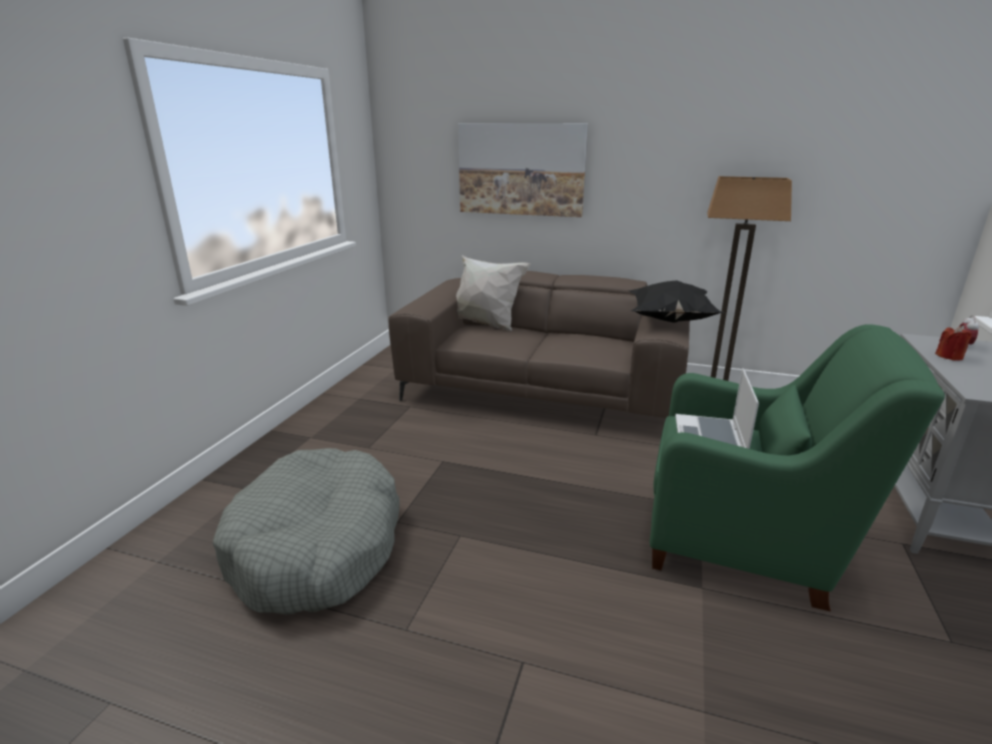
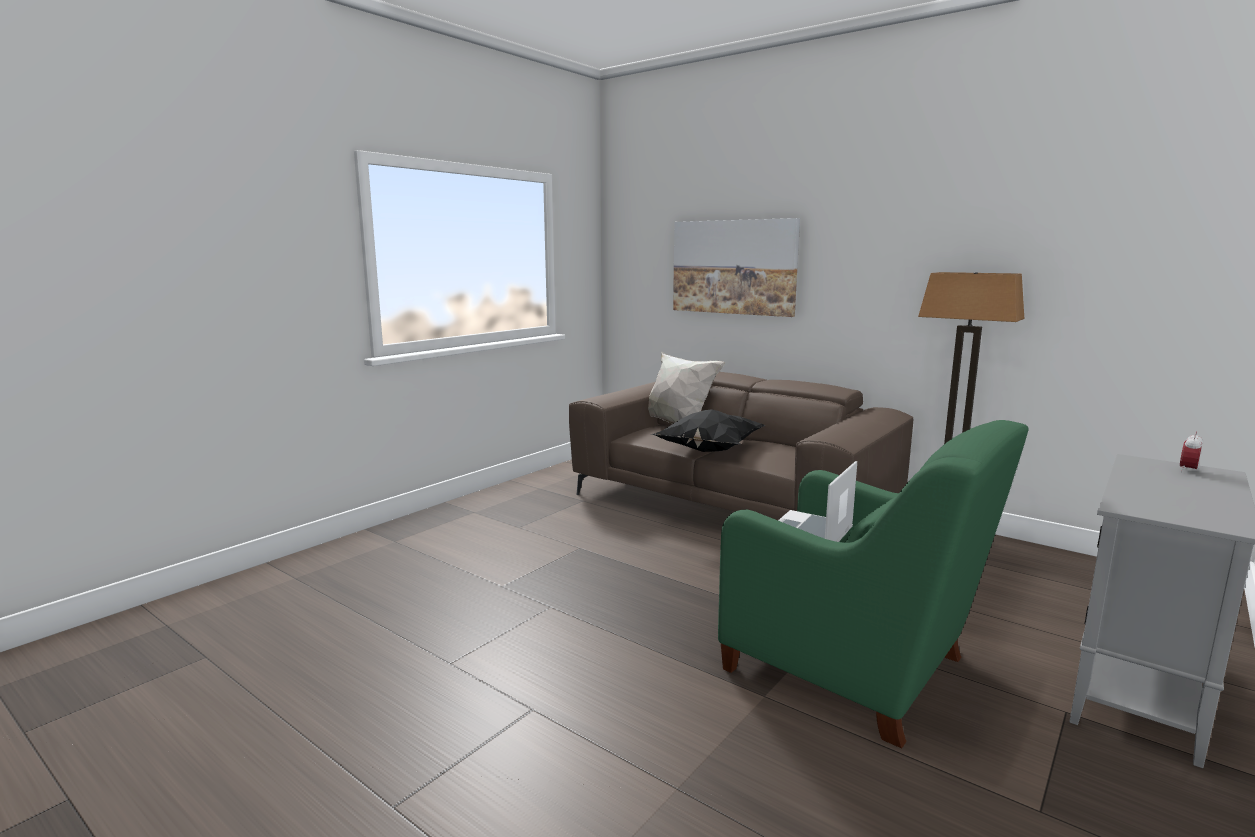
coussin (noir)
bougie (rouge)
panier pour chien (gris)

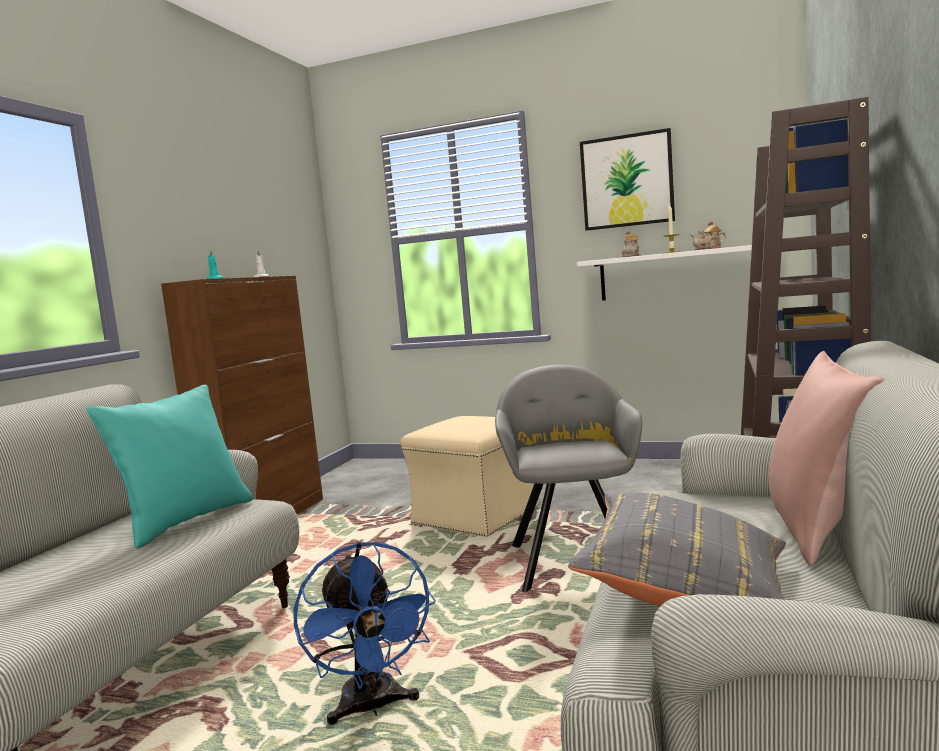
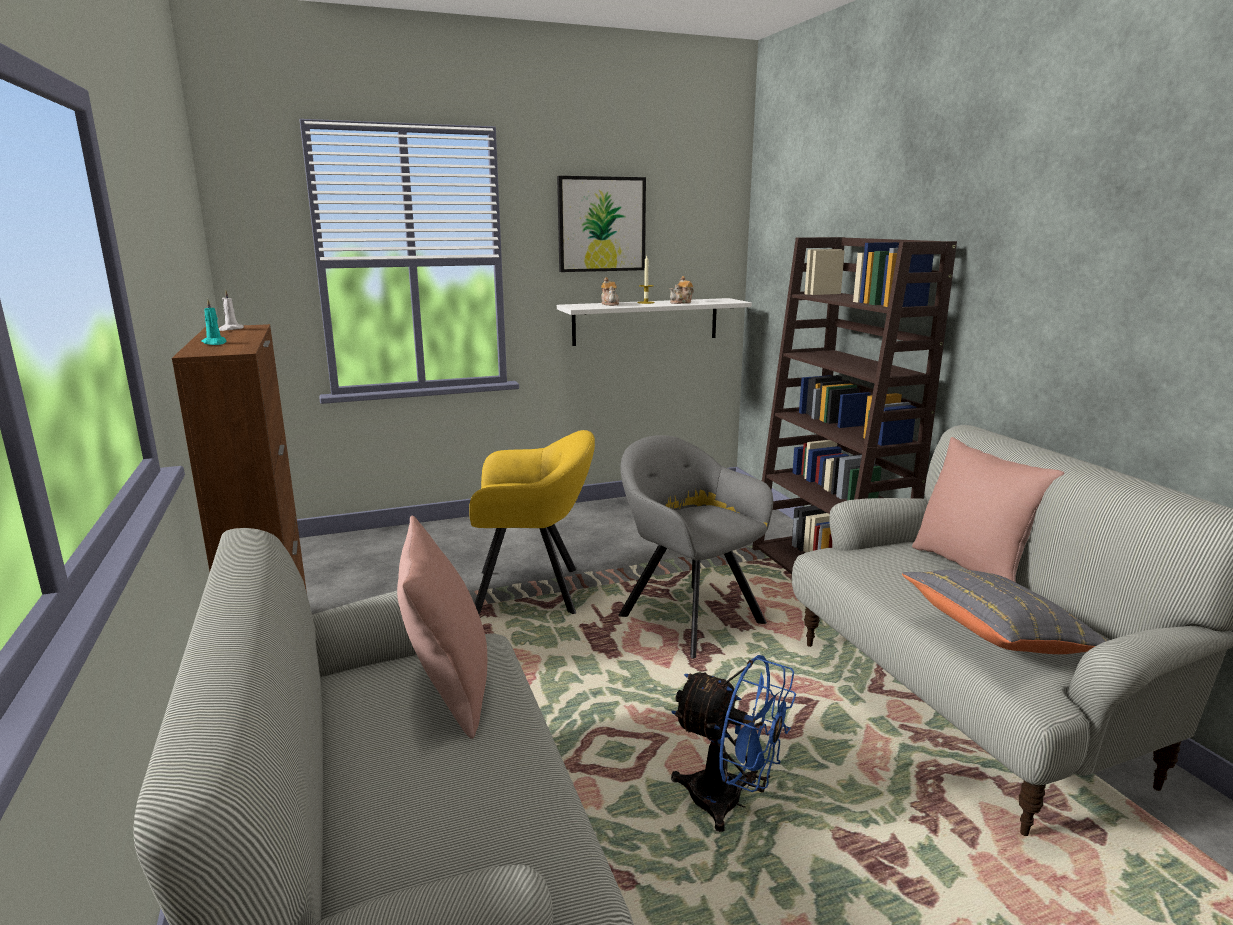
coussin (rose) (1st from left)
fauteuil (jaune)

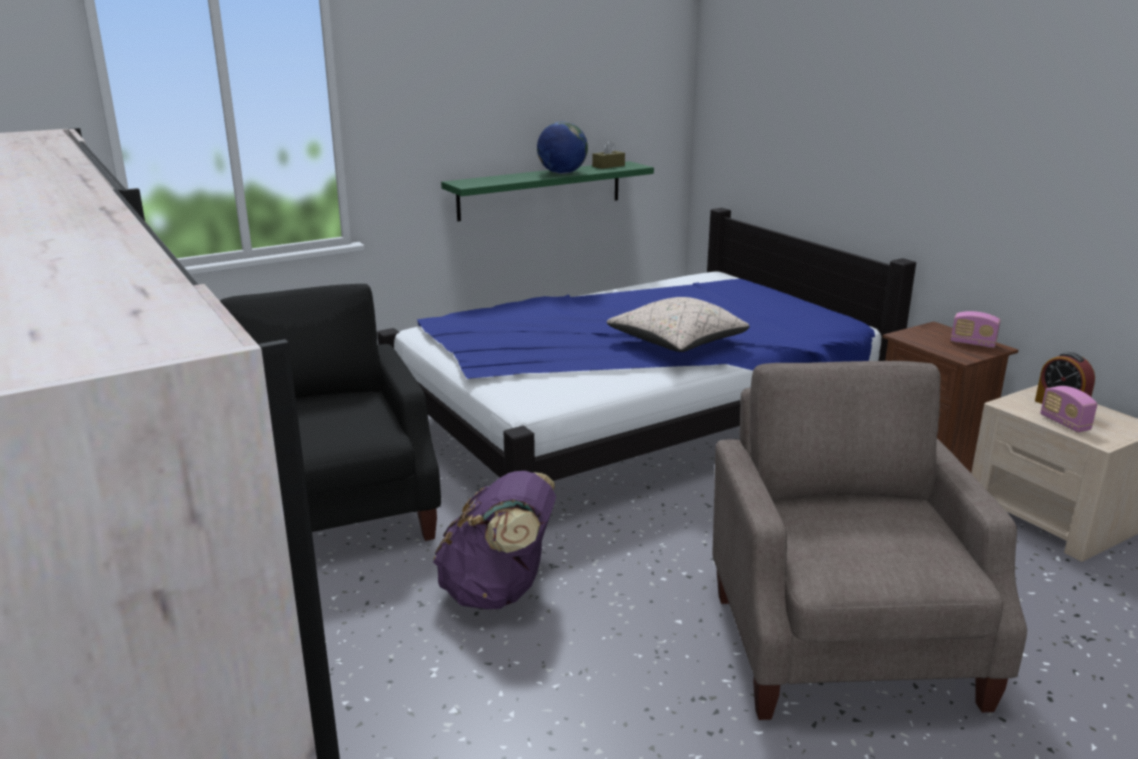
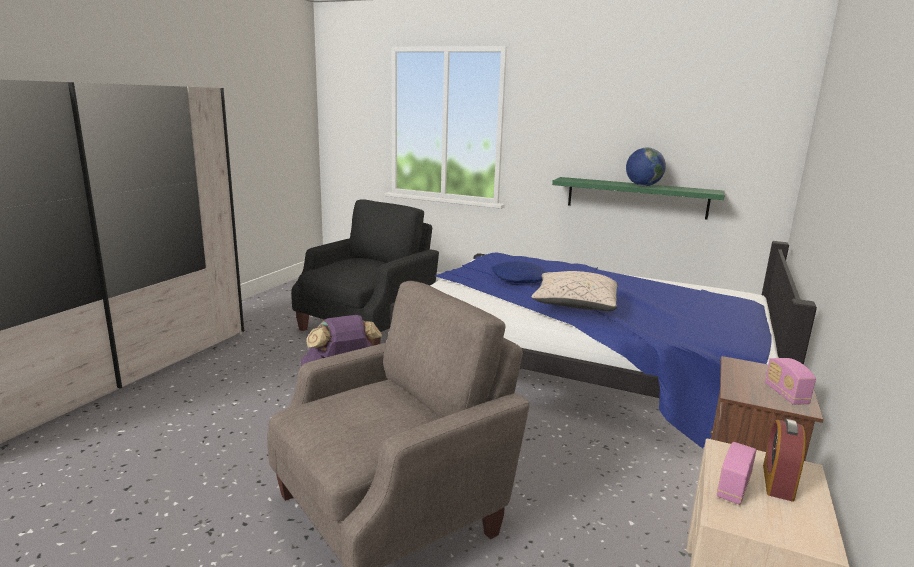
boîte à mouchoirs (marron)
coussin (bleu)

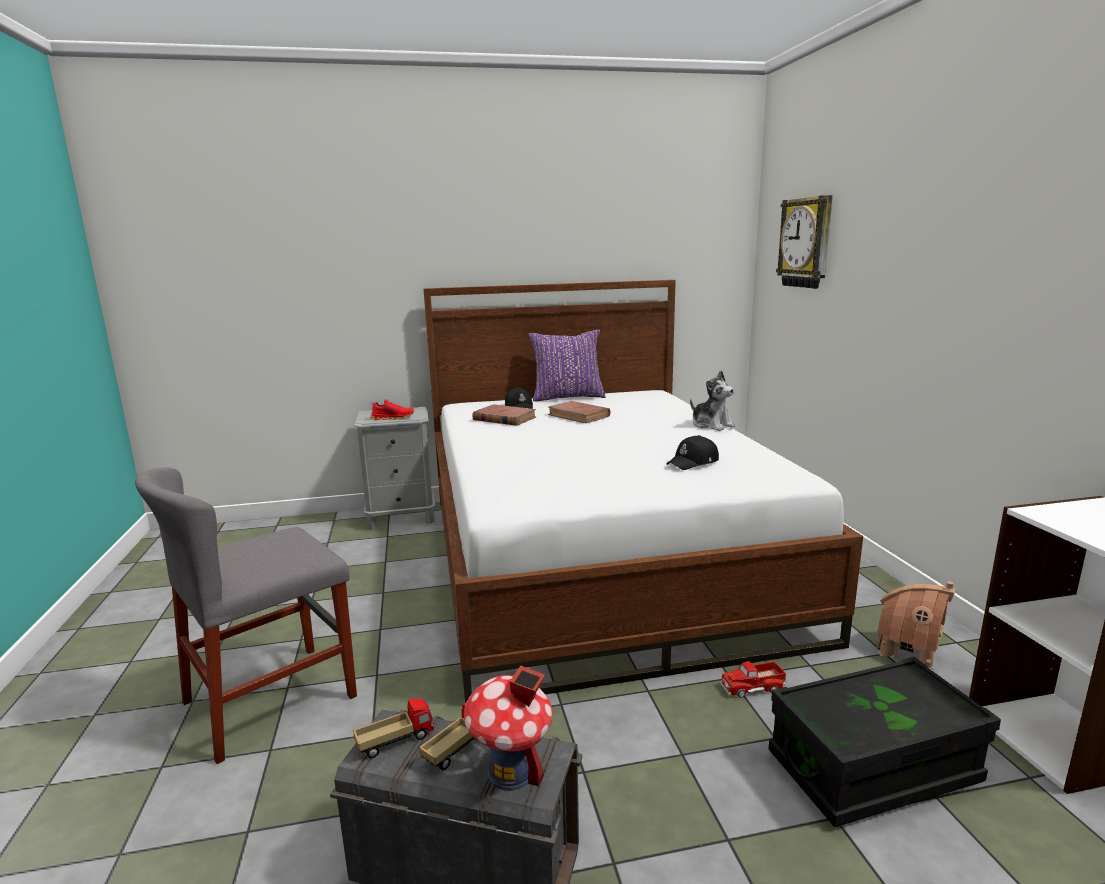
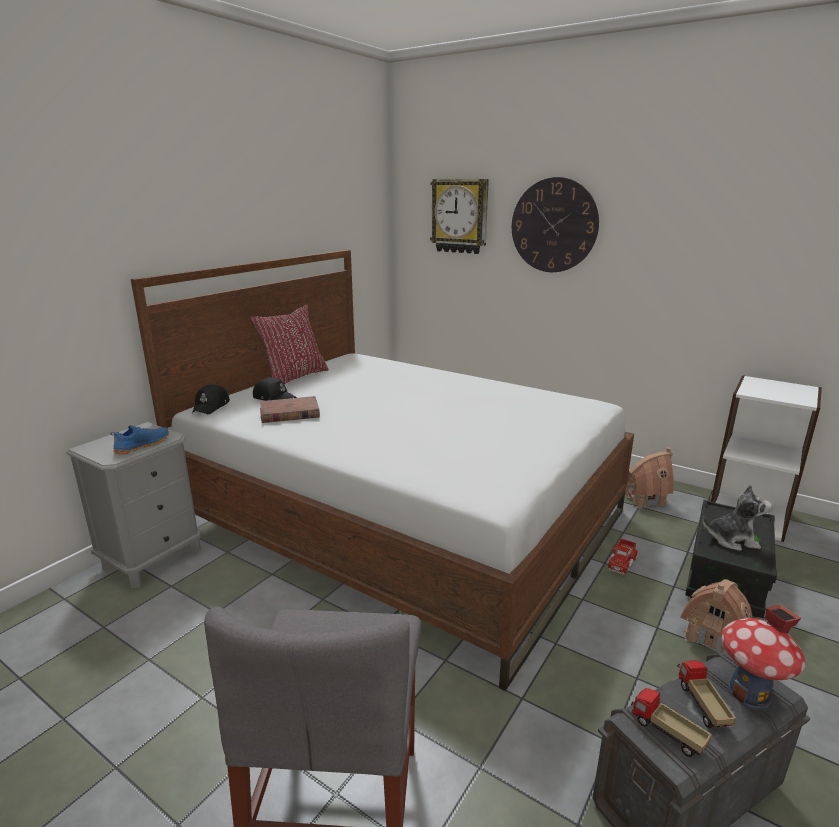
coussin (rouge)
peluche
chaussure (bleu)
livre (marron) (2nd from left in the first image)
casquette (noir) (1st from left)
camion jouet (2nd from left)
horloge murale (2nd from left)
maison miniature (2nd from left)

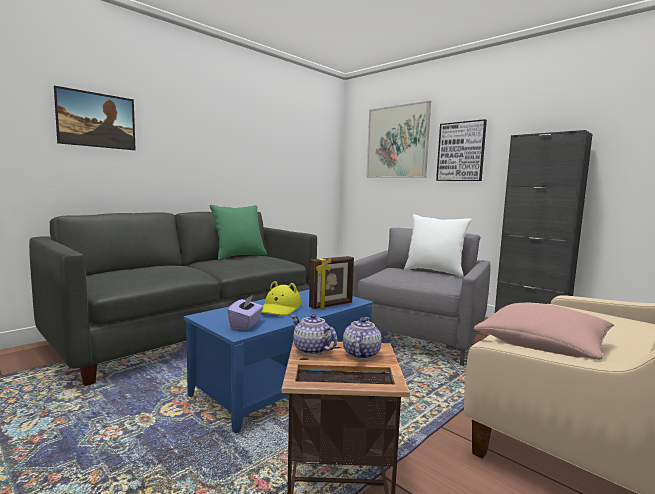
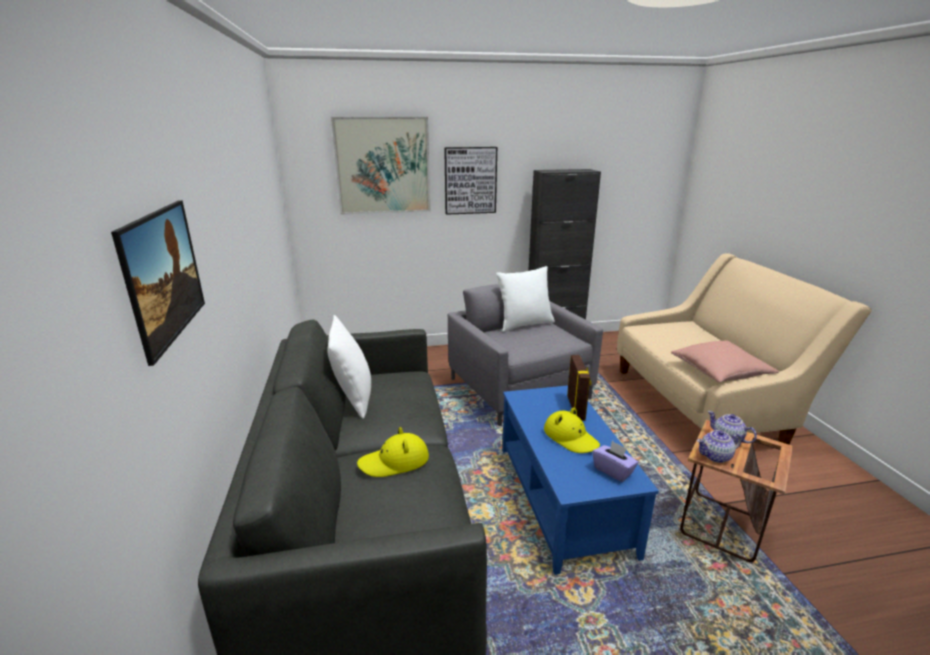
coussin (blanc) (1st from left)
chapeau (jaune) (1st from left)

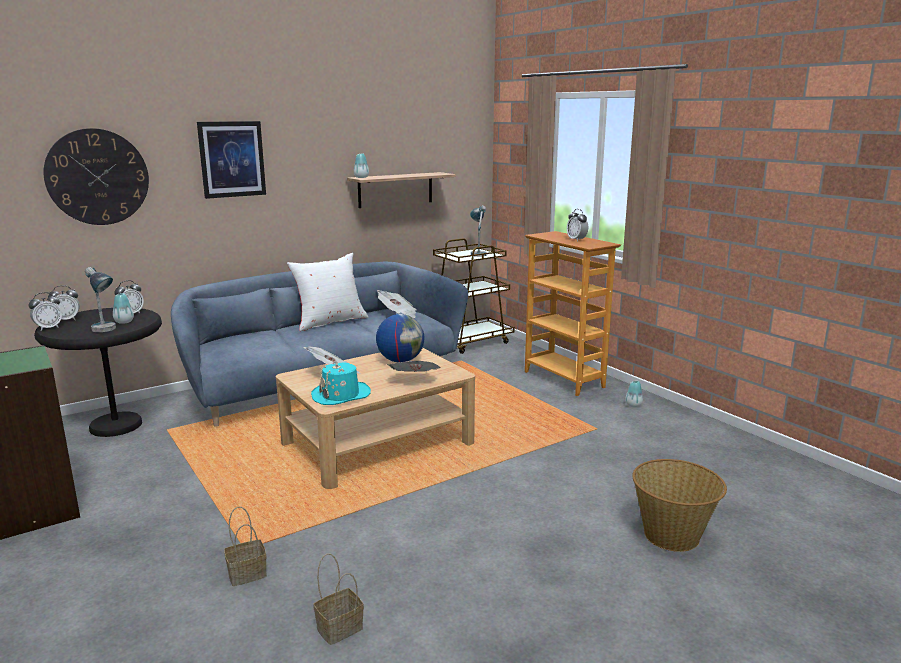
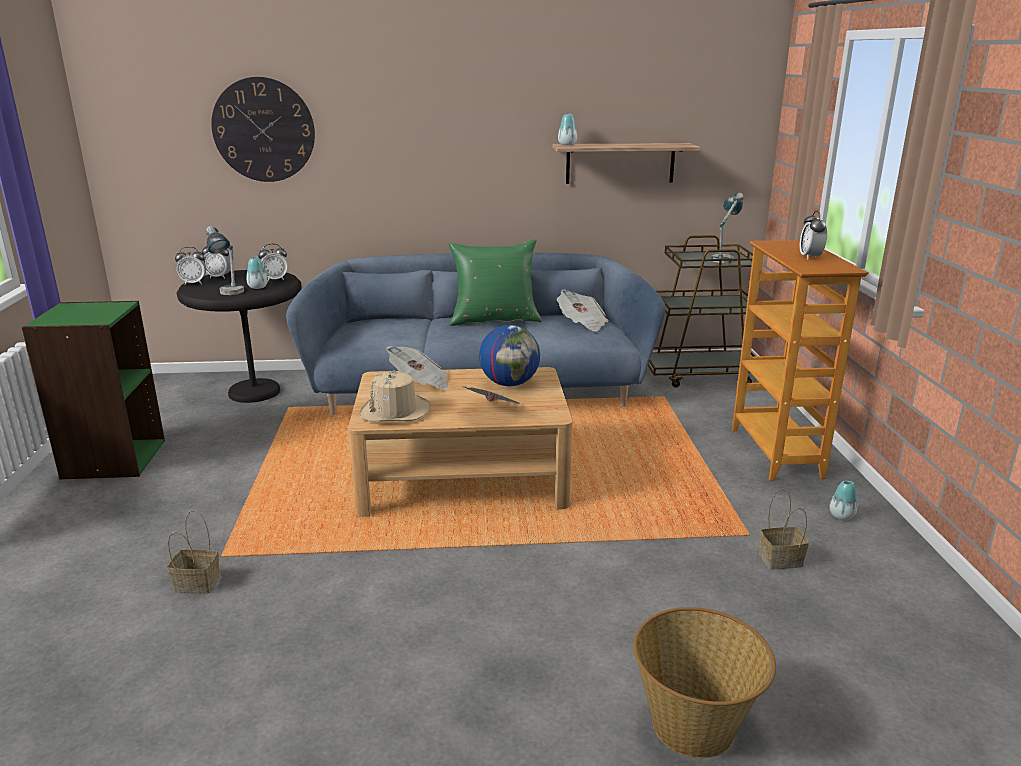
tableau
coussin (vert)
chapeau (beige)
panier (3rd from left)

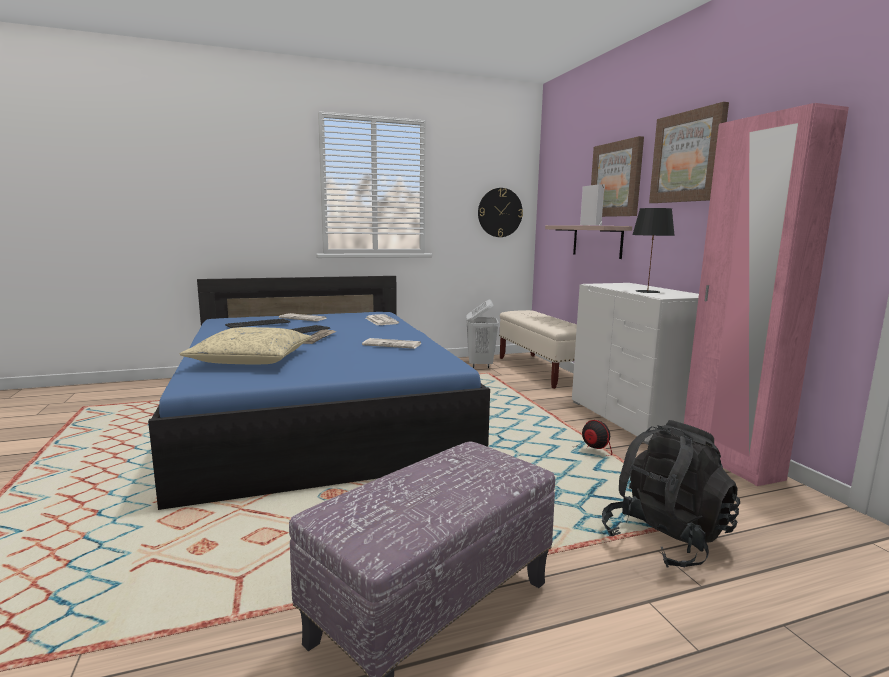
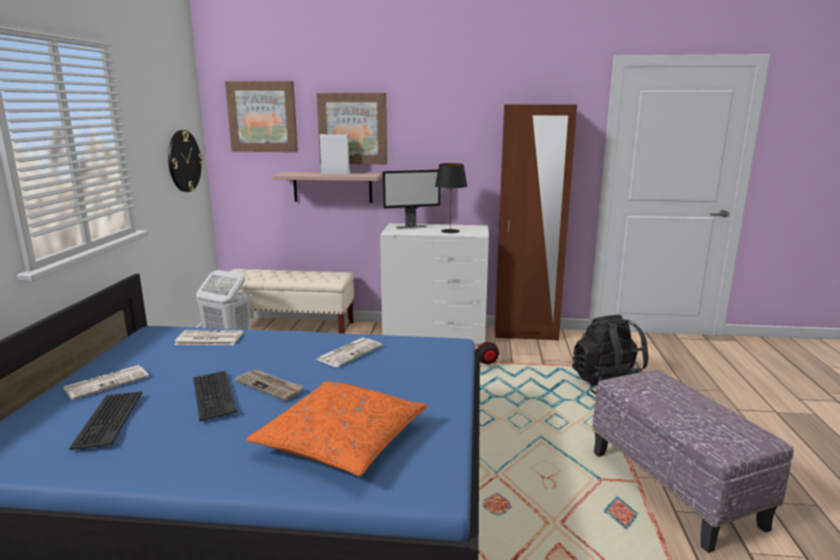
tableau (1st from left)
armoire (marron)
coussin (orange)
écran d'ordinateur

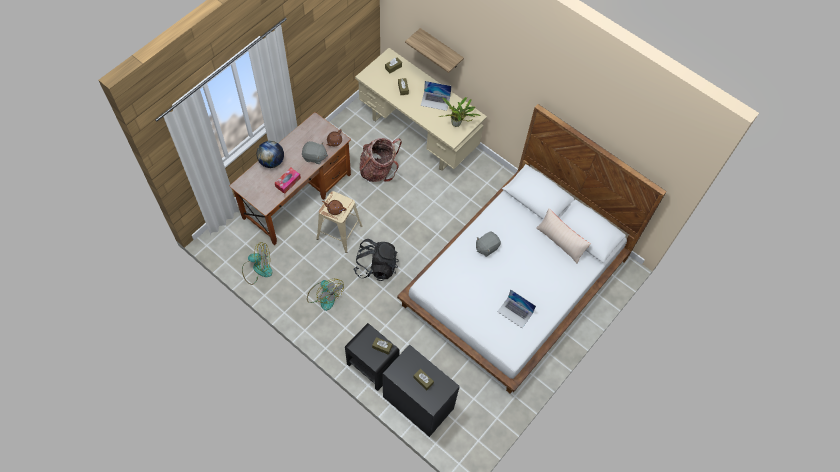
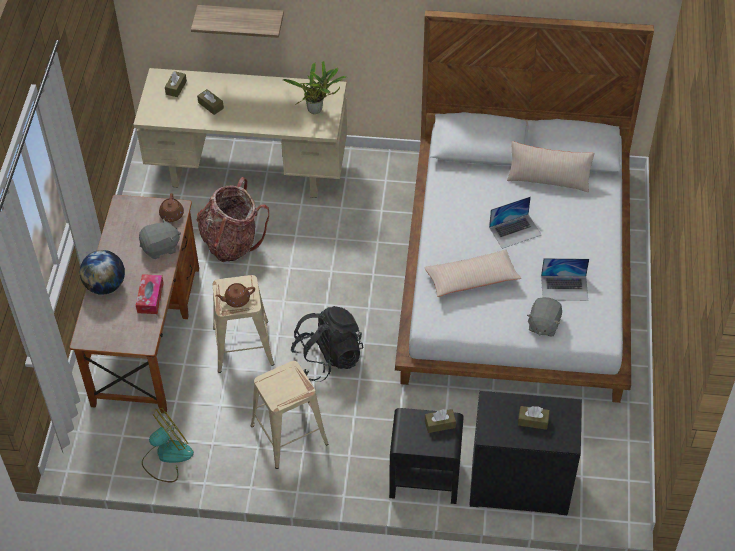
ordinateur portable (1st from left)
peluche (gris) (2nd from left)
tabouret (beige) (2nd from left)
coussin (beige) (1st from left)

